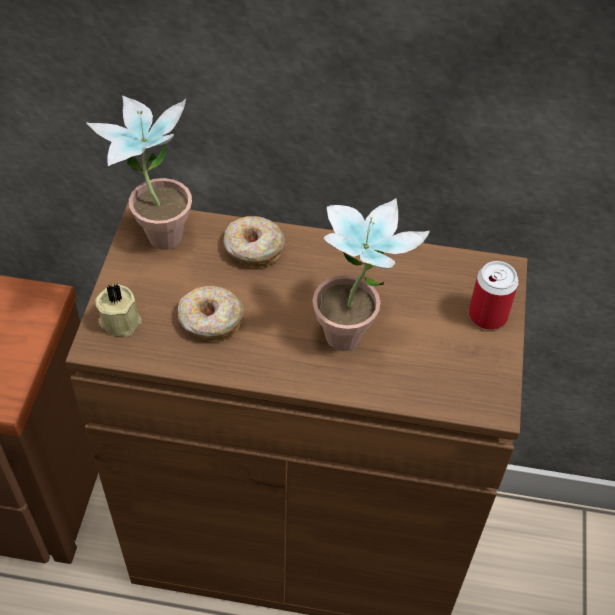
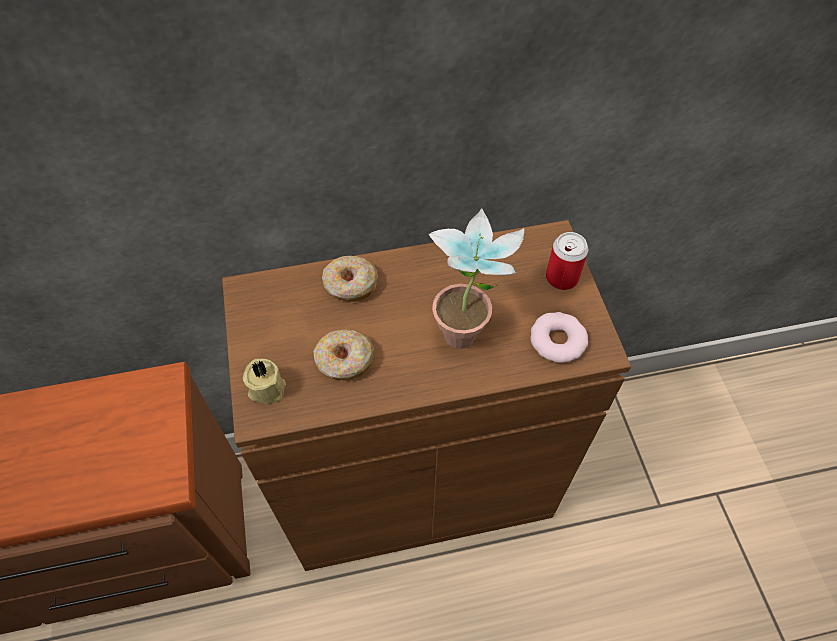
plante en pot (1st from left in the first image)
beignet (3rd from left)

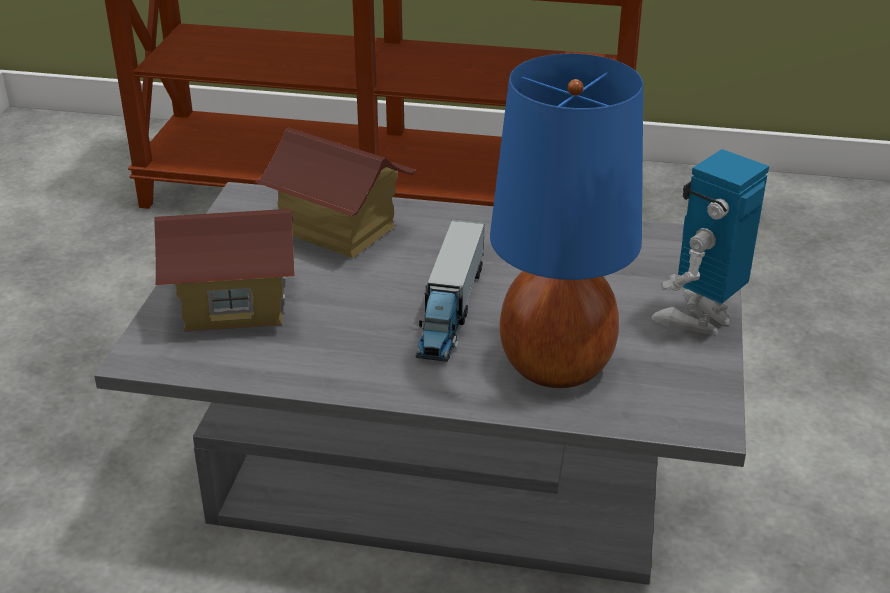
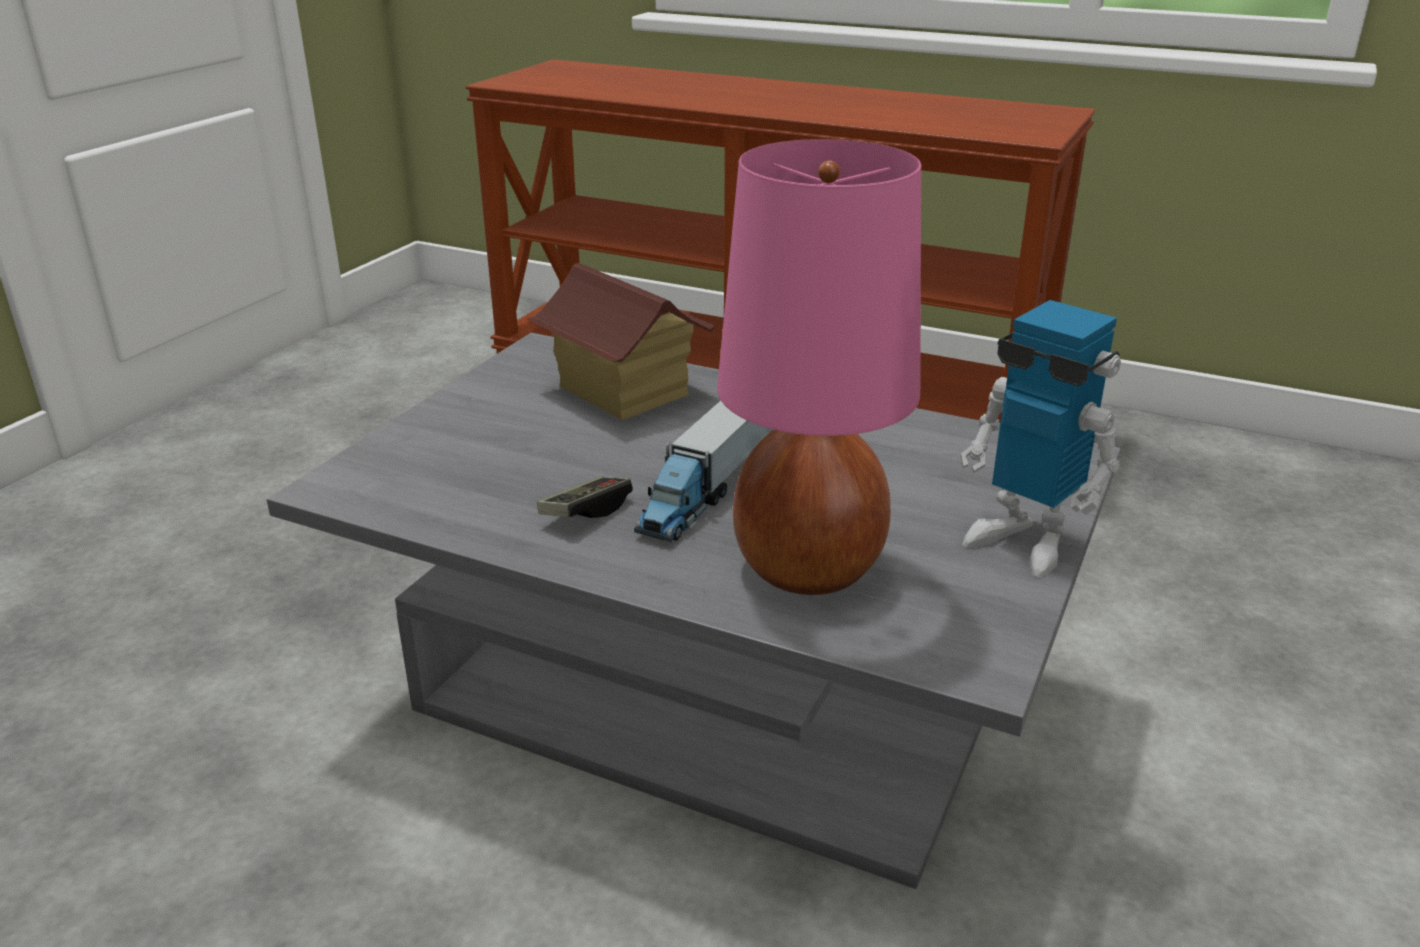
lampe de table (rose)
robot jouet
maison miniature (1st from left in the first image)
manette

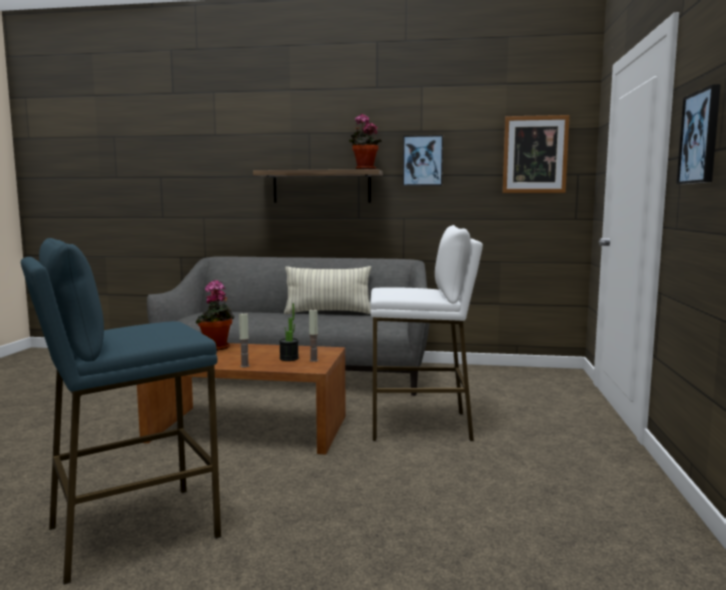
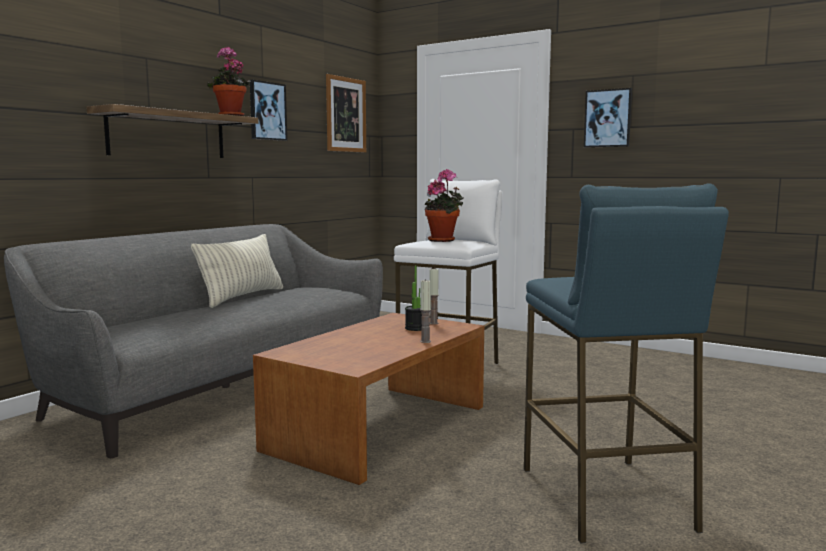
plante en pot (3rd from left)

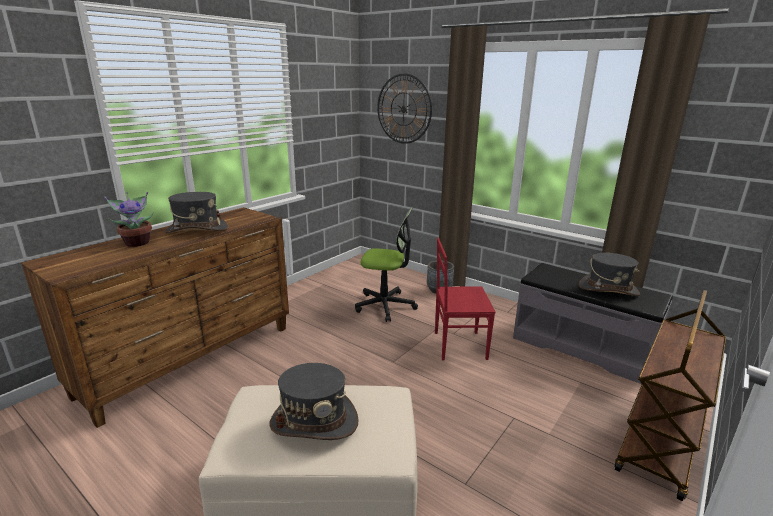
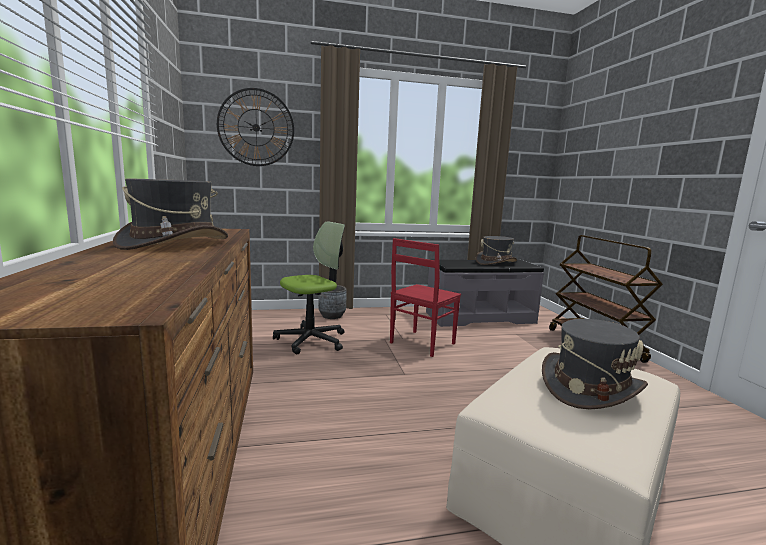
plante en pot

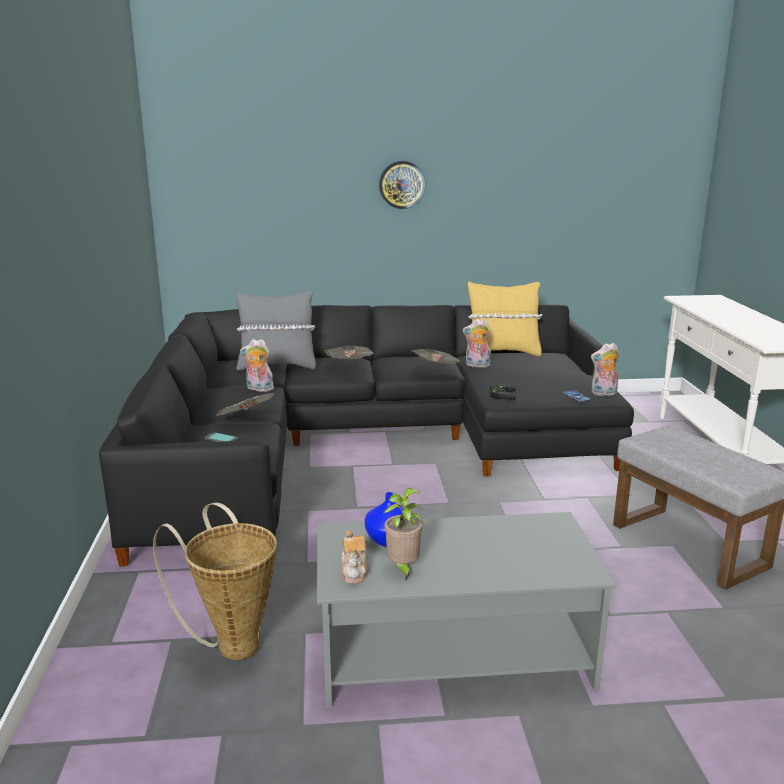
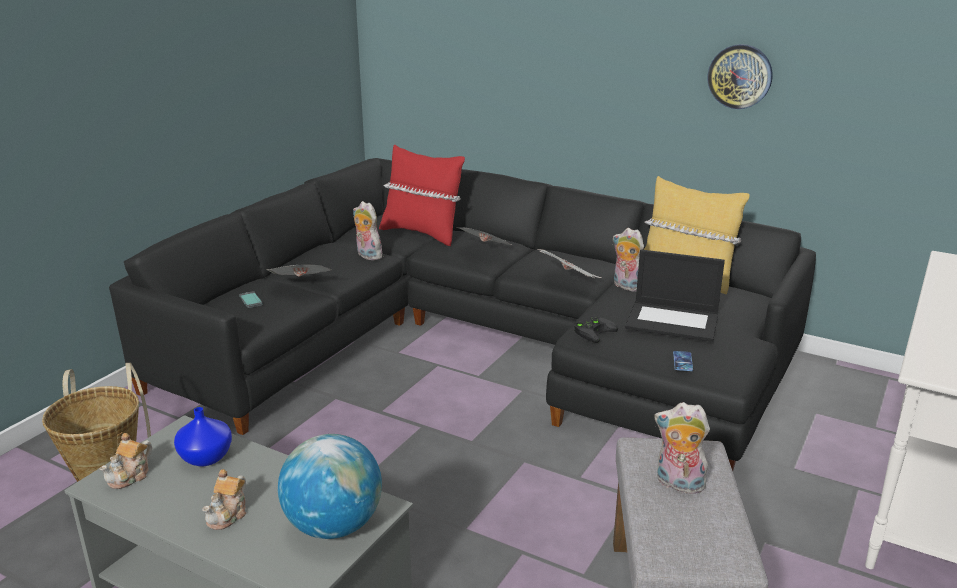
horloge murale
coussin (rouge)
peluche (3rd from left)
plante en pot
ordinateur portable
globe
théière (2nd from left)

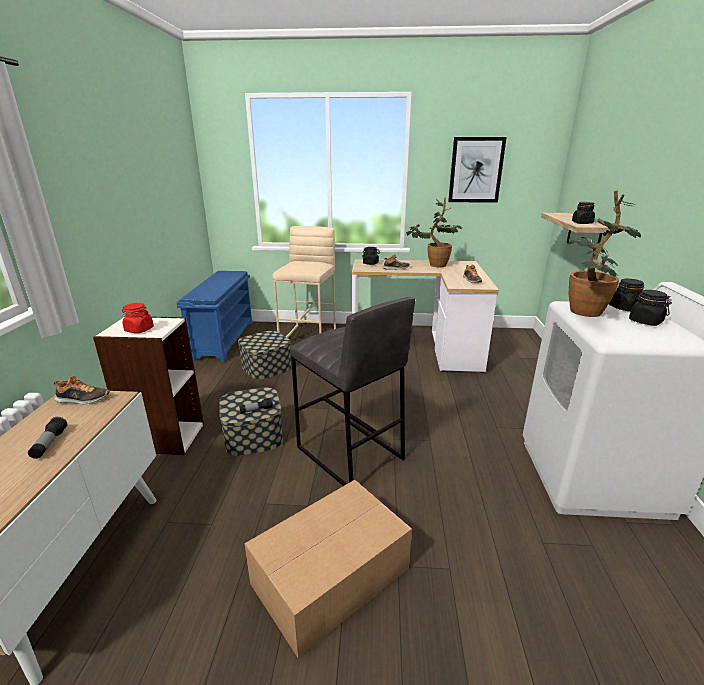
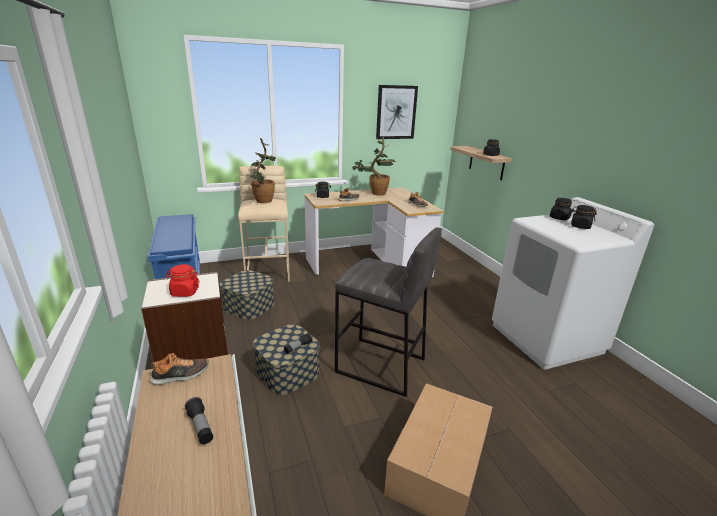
plante en pot (1st from left)

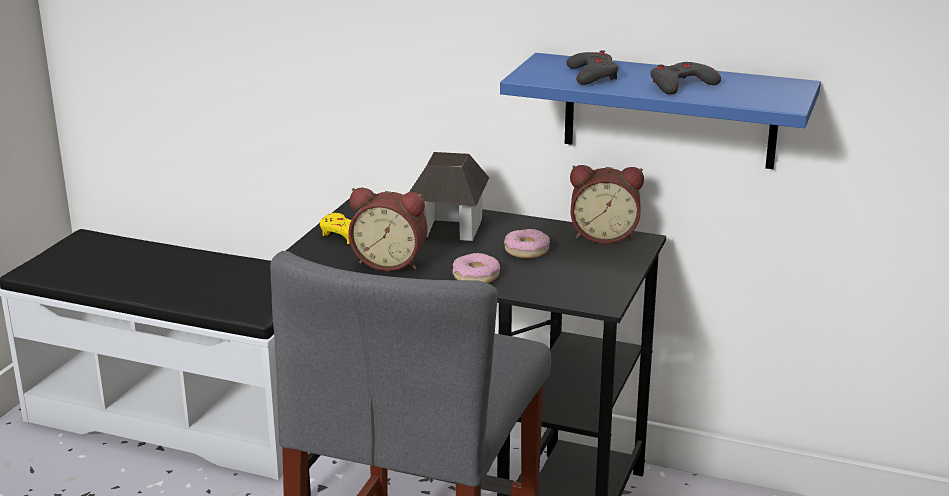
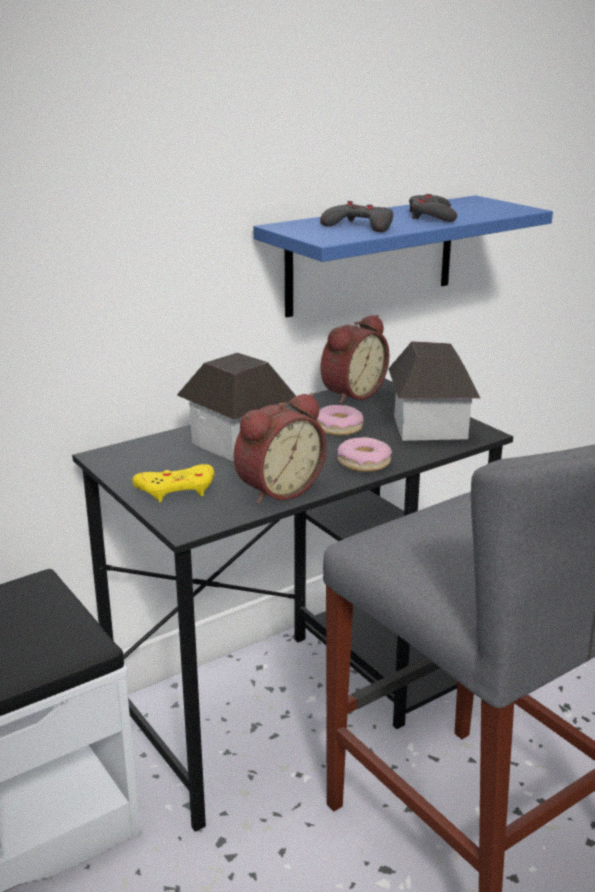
maison miniature (2nd from left)

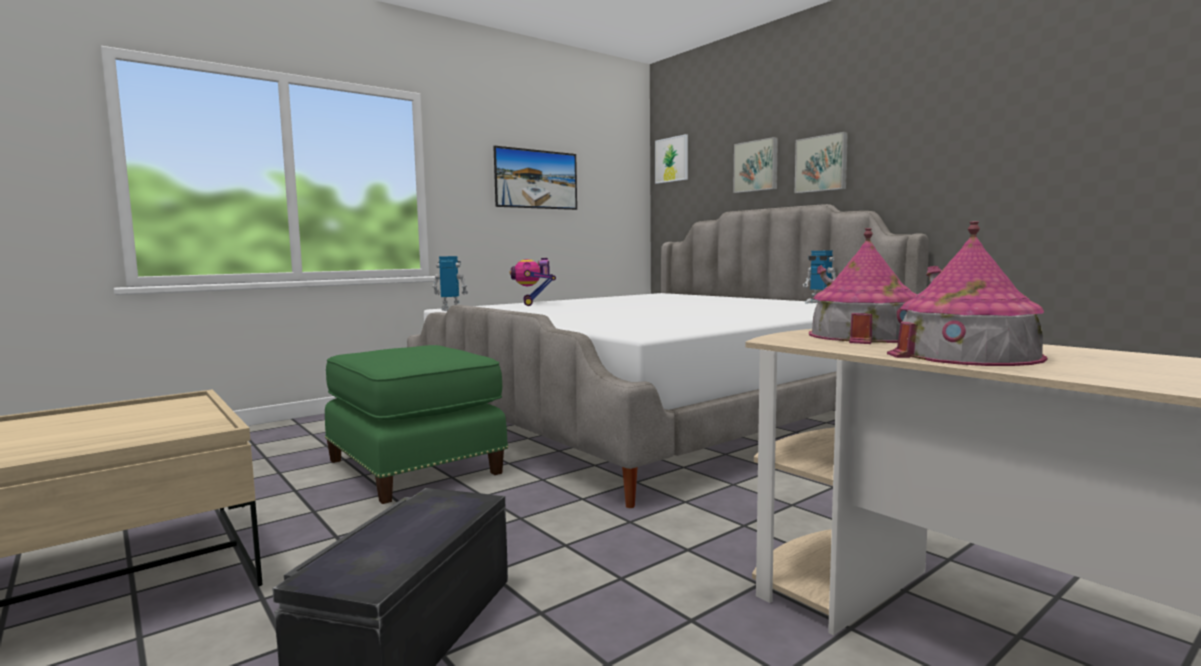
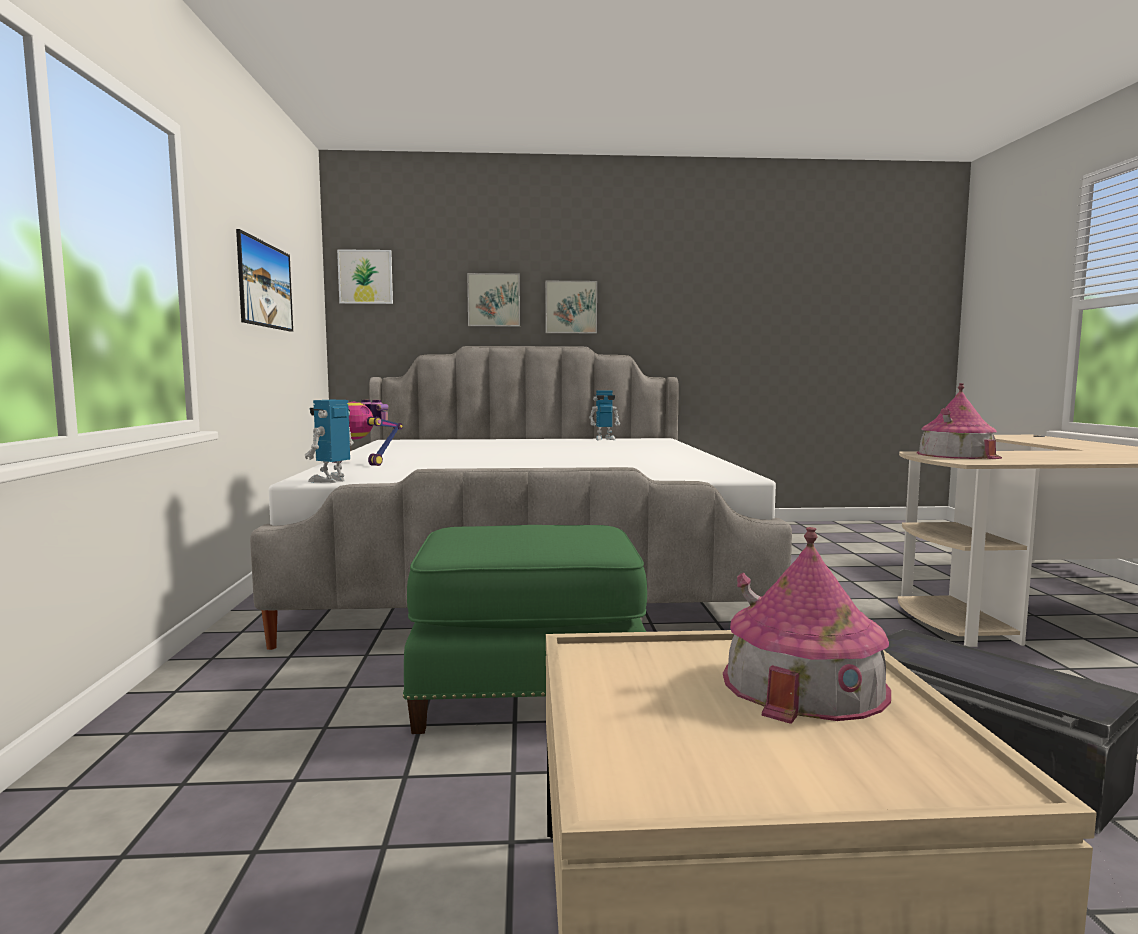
maison miniature (1st from left)

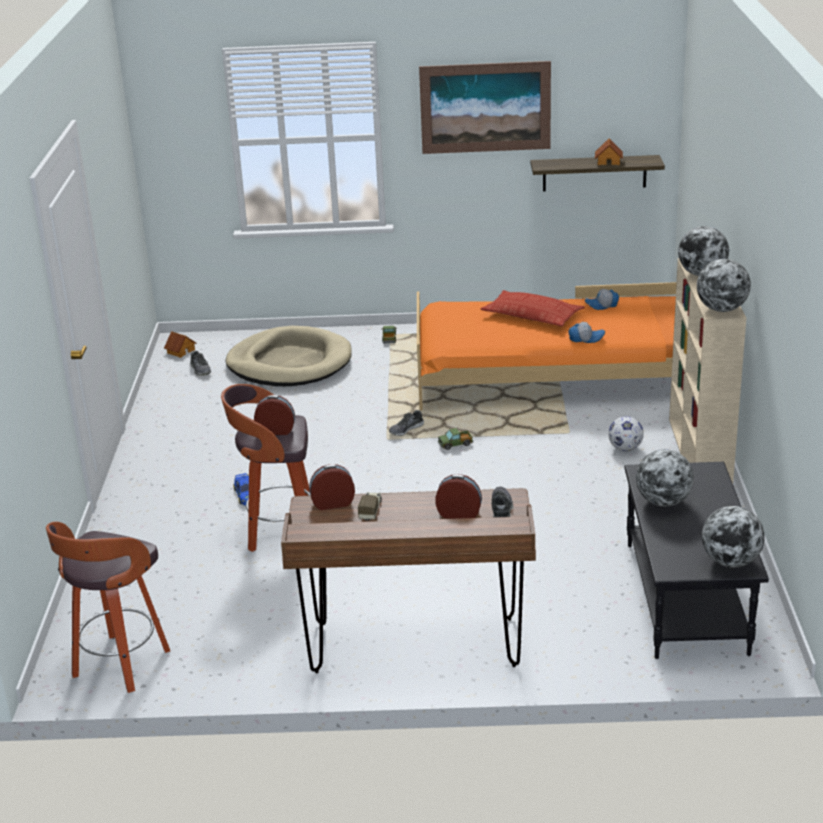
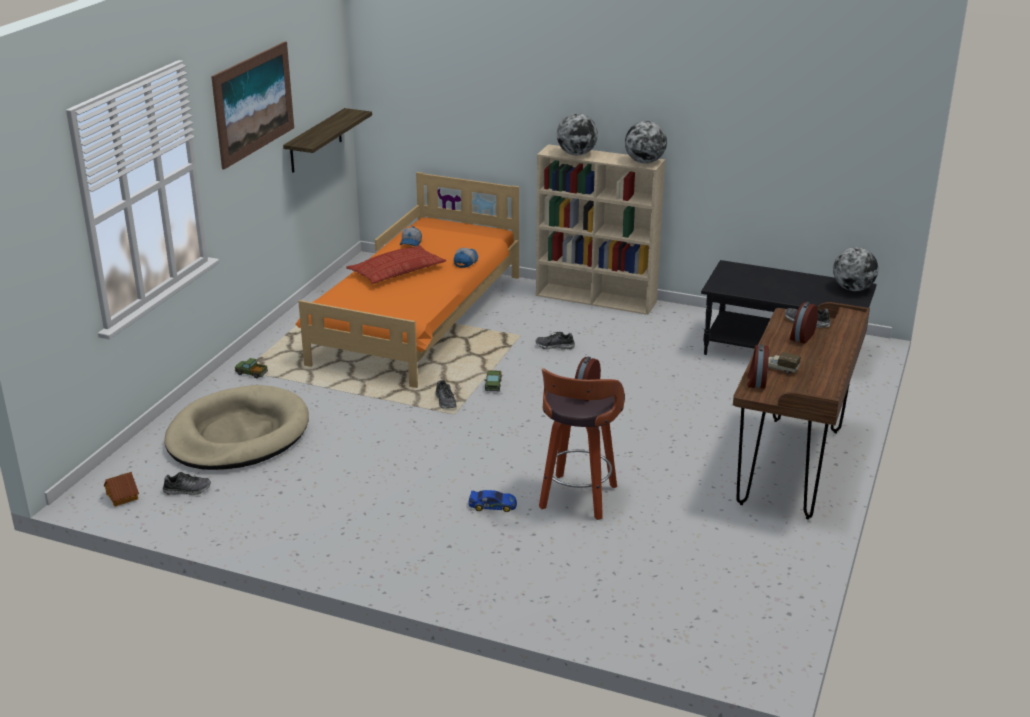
maison miniature (2nd from left in the first image)
ballon de foot
globe (1st from left in the first image)
tabouret (1st from left in the first image)
chaussure (3rd from left)

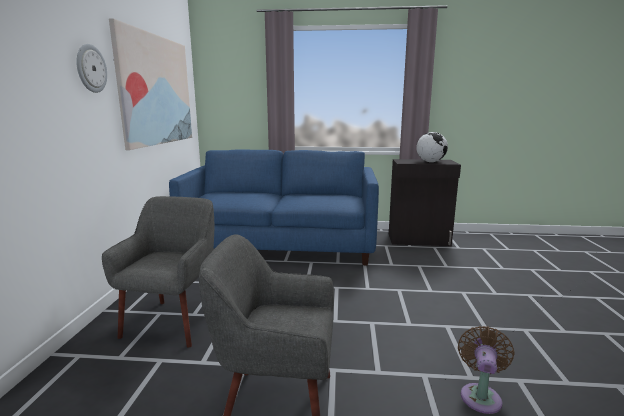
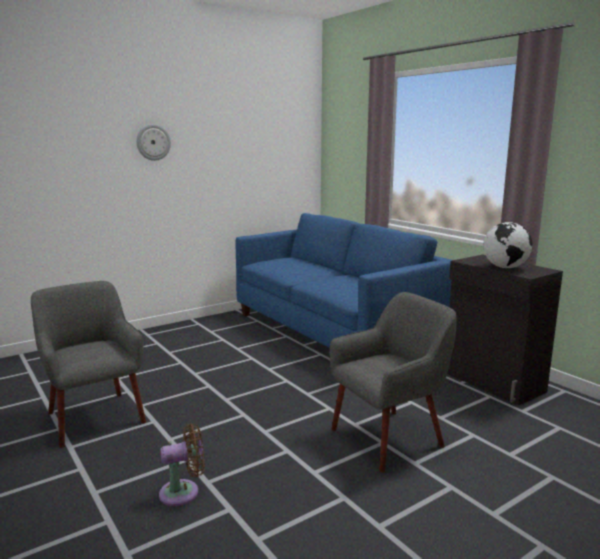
tableau
fauteuil (gris) (2nd from left)

